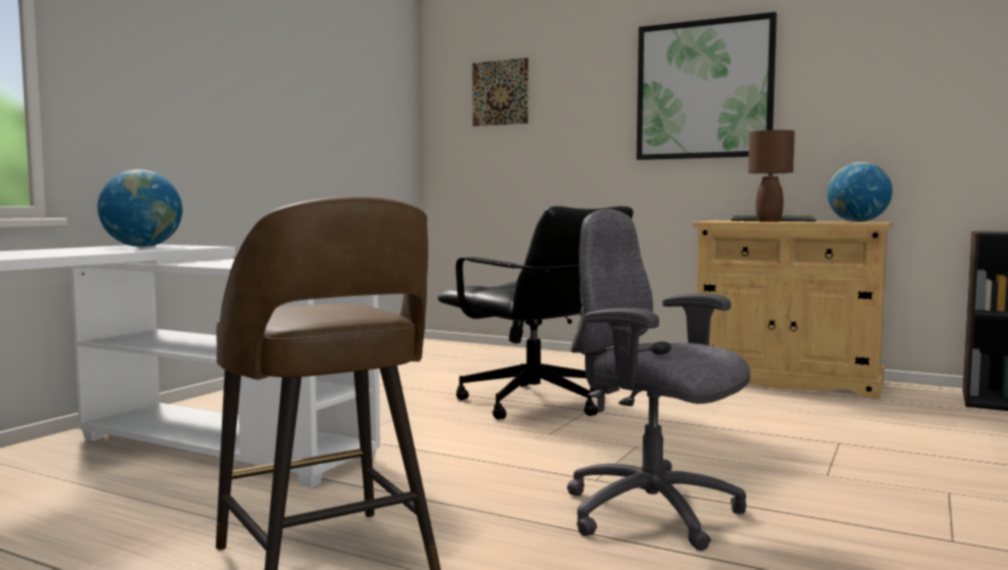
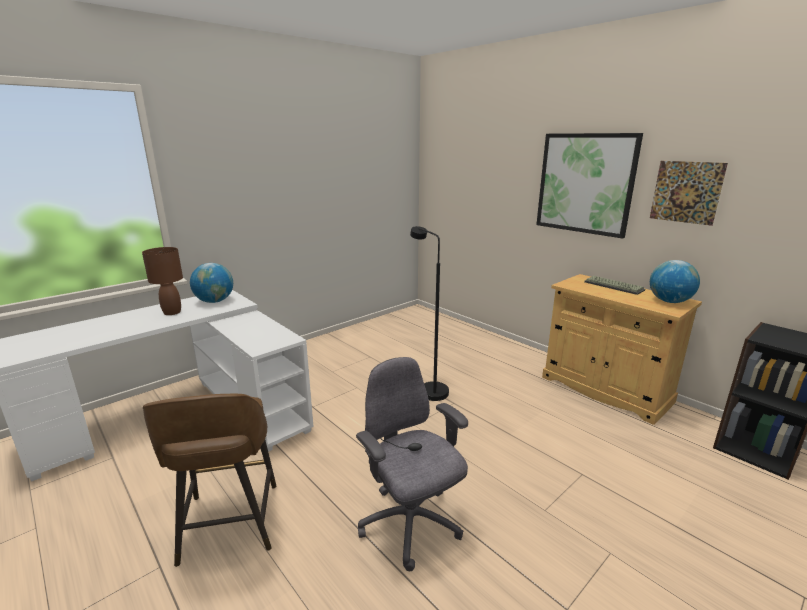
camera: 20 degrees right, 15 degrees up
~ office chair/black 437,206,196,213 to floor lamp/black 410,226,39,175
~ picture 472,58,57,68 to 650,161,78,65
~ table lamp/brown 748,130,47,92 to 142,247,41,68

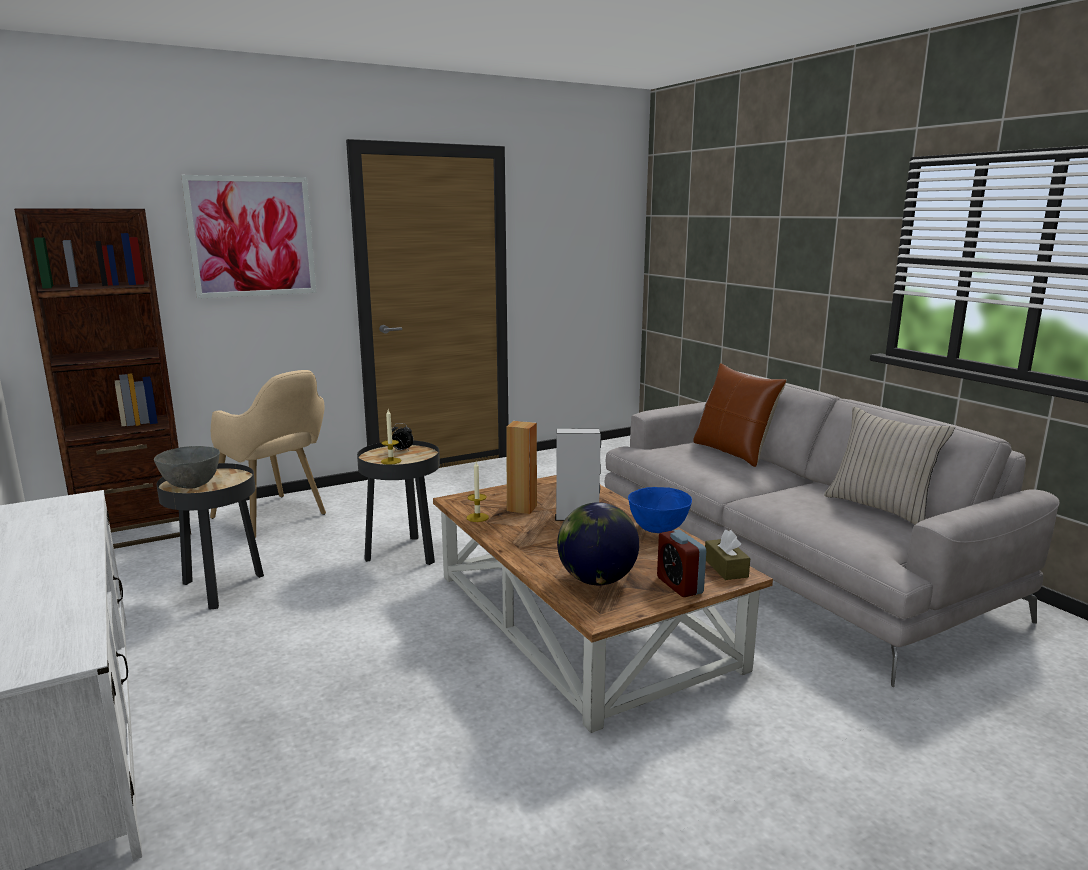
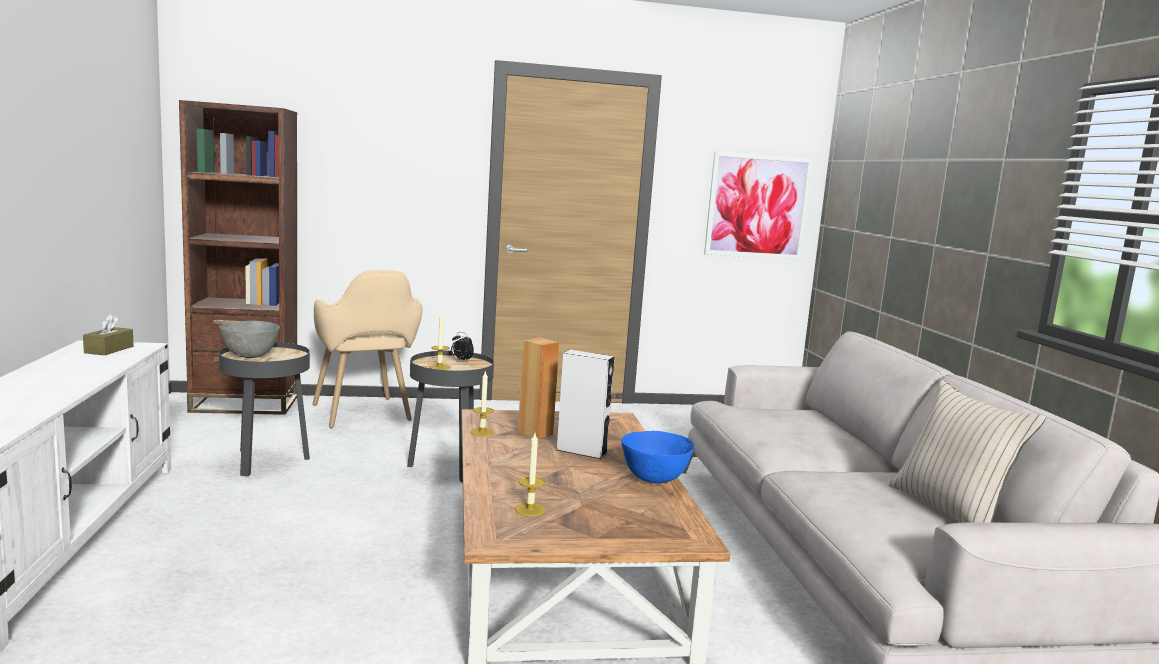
camera: 20 degrees right, 5 degrees down
~ picture 181,175,135,124 to 704,151,109,109
~ globe 557,502,82,83 to candle 515,433,31,83
- alarm clock 657,530,49,67
- pillow/brown 693,363,93,104
~ tissue box/brown 705,530,45,50 to 83,314,51,41

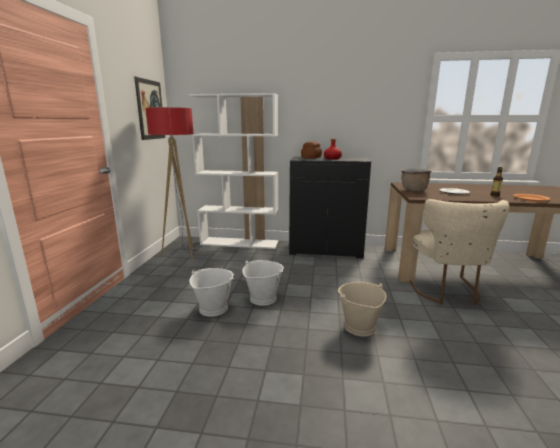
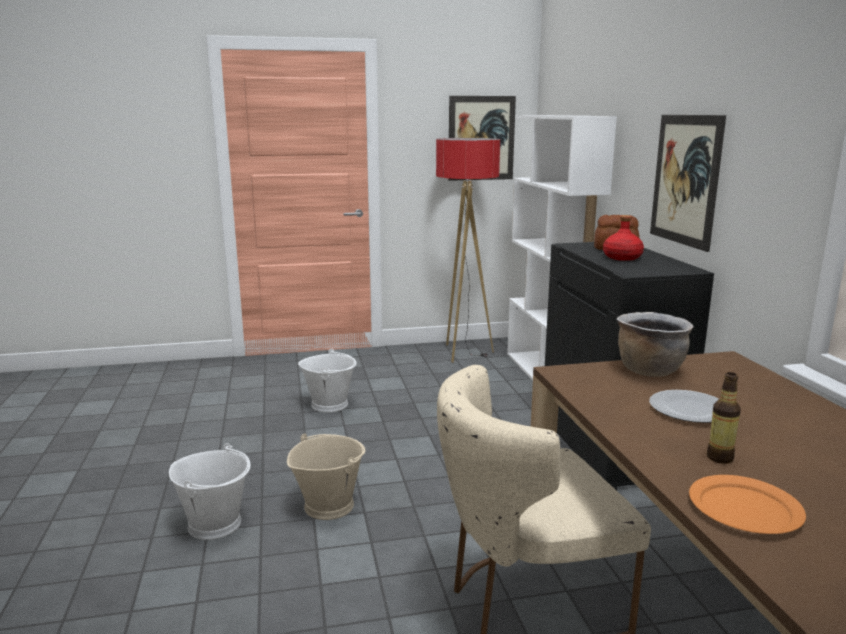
camera: 70 degrees right, 0 degrees up
~ bucket/white 242,260,42,46 to 169,443,81,97
+ picture 650,115,76,137

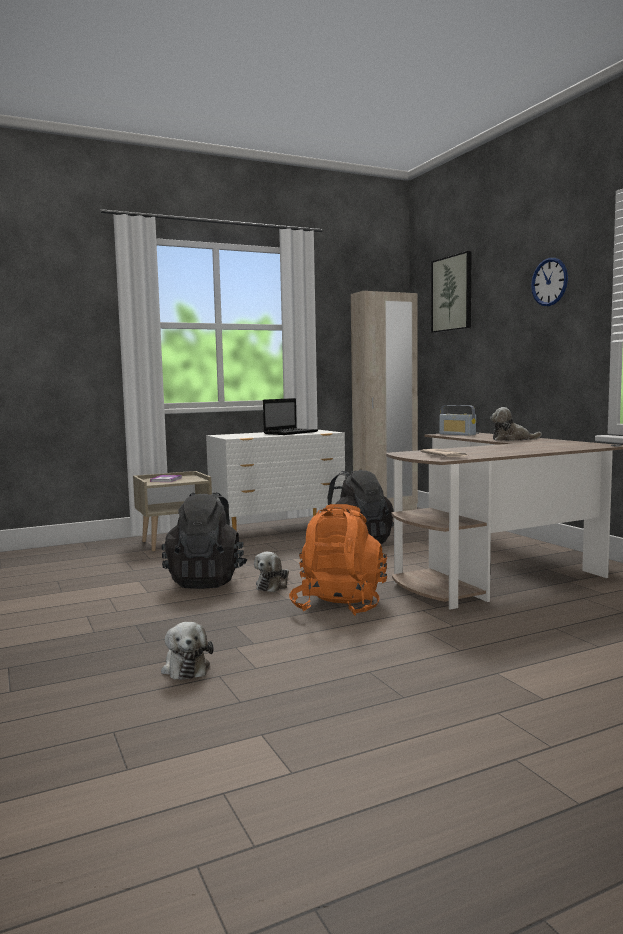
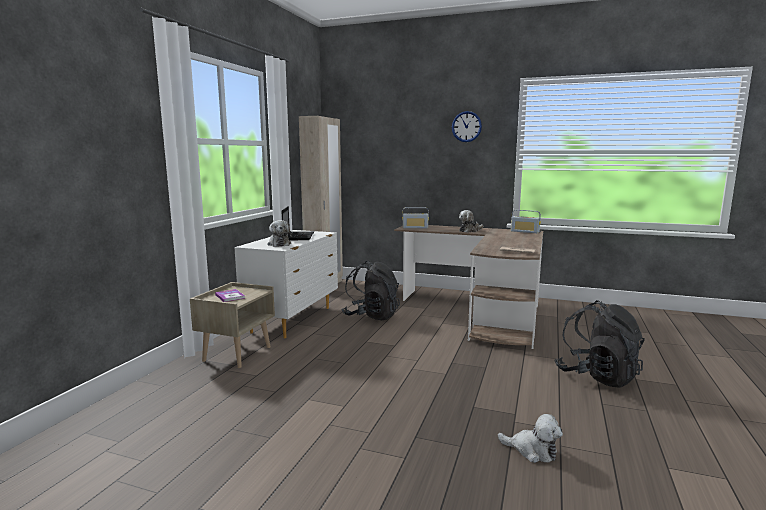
camera: 45 degrees left, 5 degrees up
~ backpack/black 161,492,86,97 to 555,300,90,88
~ plush toy 254,552,35,40 to 267,220,26,27
- backpack/orange 289,504,98,112
- picture 431,251,41,82
+ radio 511,210,30,23

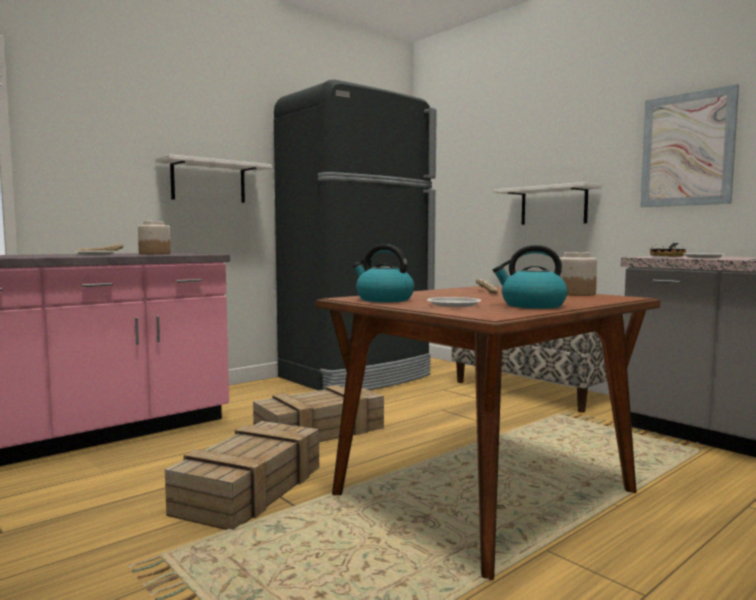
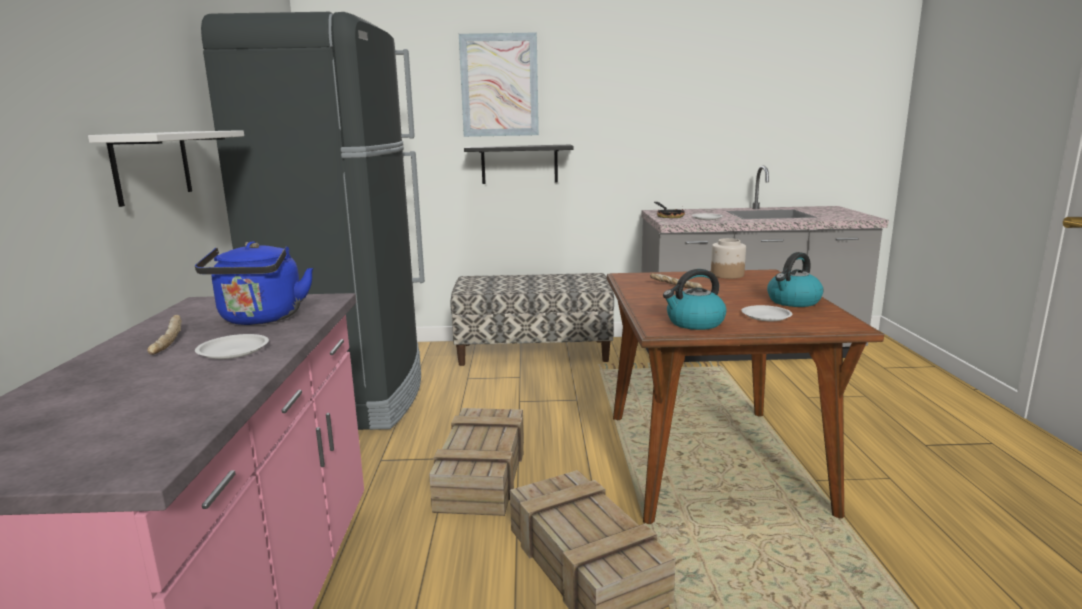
camera: 50 degrees left, 10 degrees up
~ jar 138,221,33,34 to kettle/blue 195,241,118,84
~ shelf/white 493,182,109,43 to shelf/black 464,145,110,39
~ picture 640,84,99,123 to 459,32,80,105

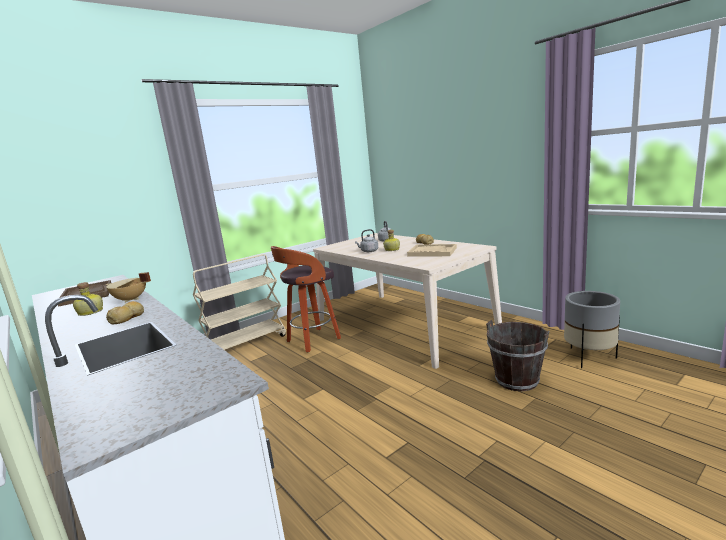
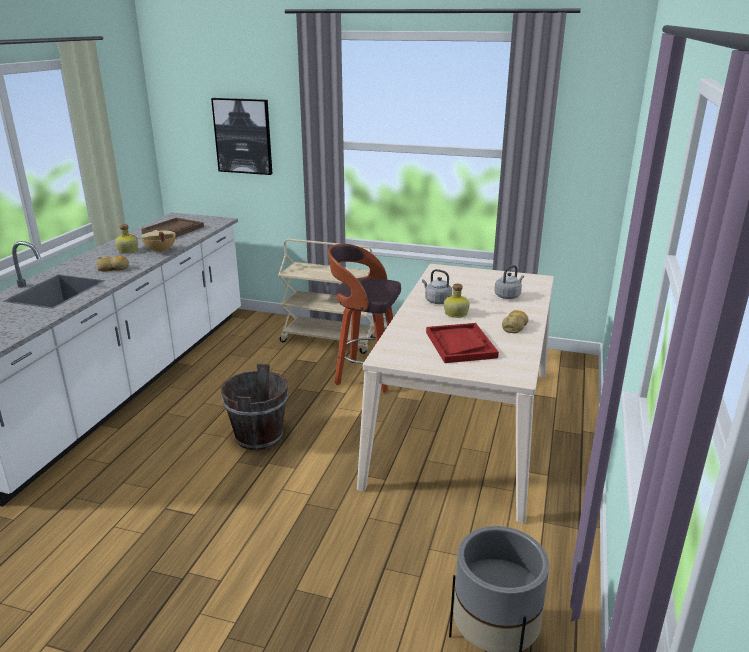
camera: 55 degrees right, 10 degrees up
~ tray/beige 407,244,50,12 to tray/red 426,323,73,40
~ bucket/brown 486,320,63,71 to 221,364,67,86
+ picture 211,98,61,77

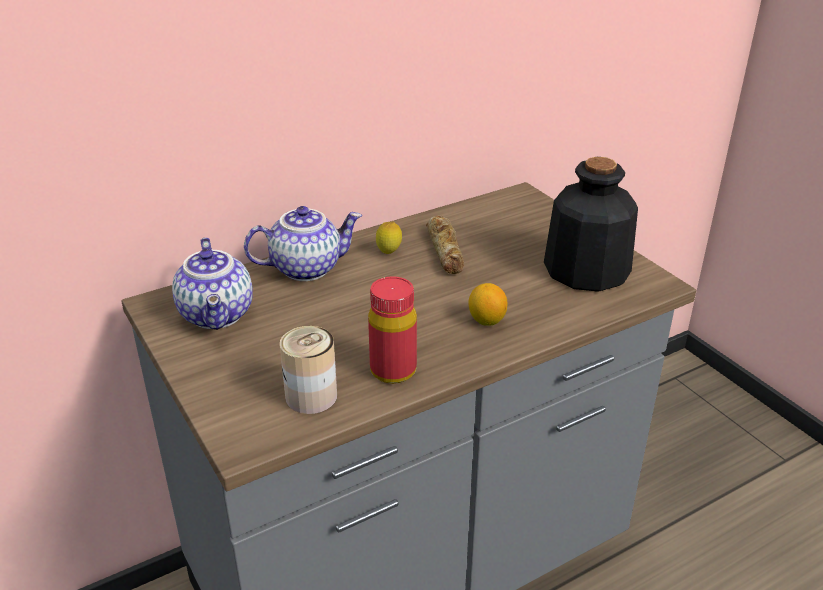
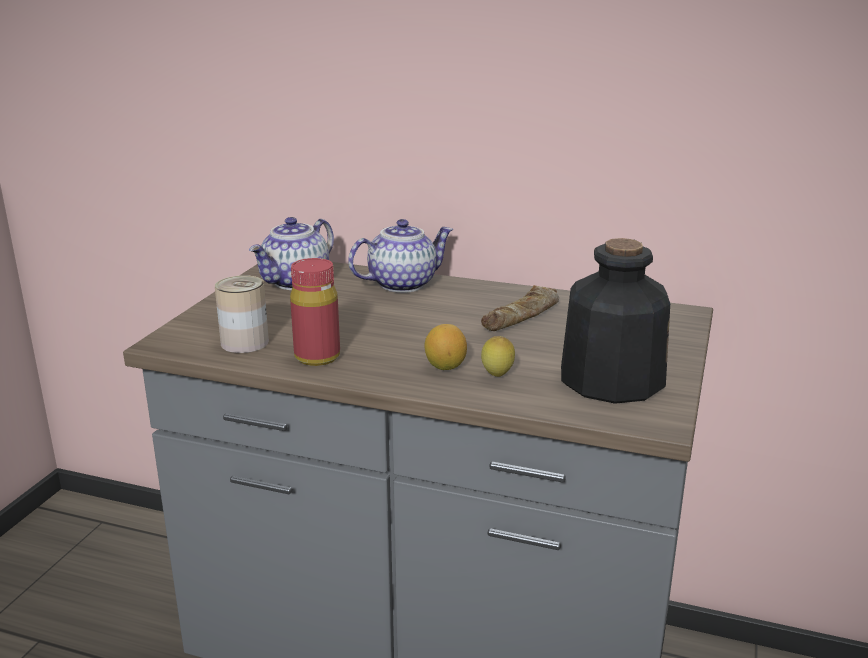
camera: 50 degrees right, 10 degrees down
~ teapot 244,206,118,75 = 348,219,106,74 60 degrees counterclockwise
~ lemon 376,221,26,33 to 481,336,34,41

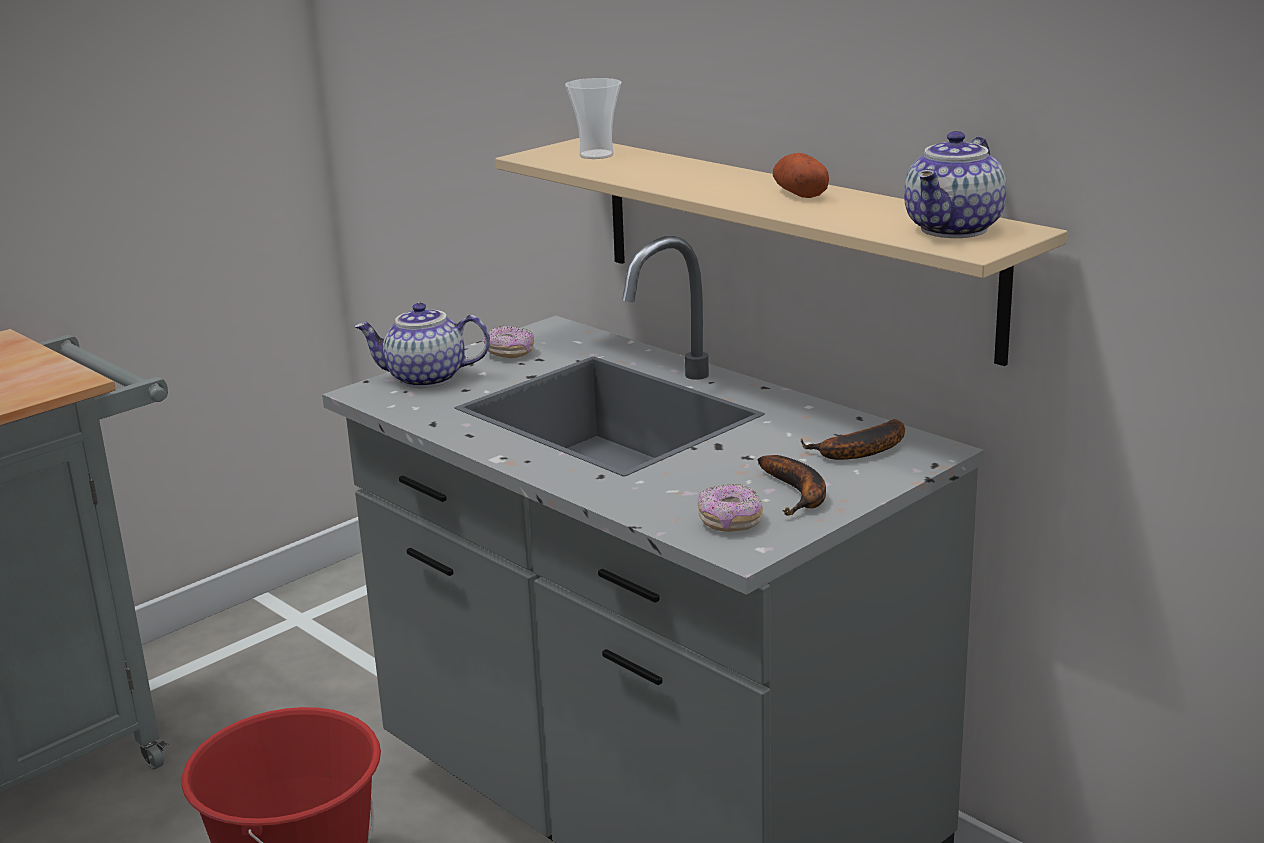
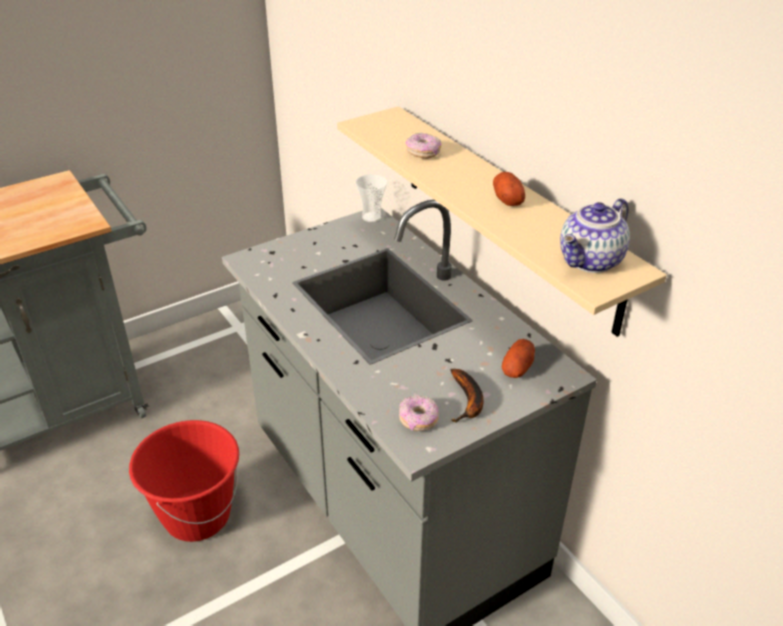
camera: 10 degrees right, 15 degrees up
- teapot 354,303,136,85
~ donut 483,326,51,32 to 405,132,36,27
~ cup 565,78,56,81 to 355,175,32,47
~ banana 800,419,105,41 to potato 502,339,33,39

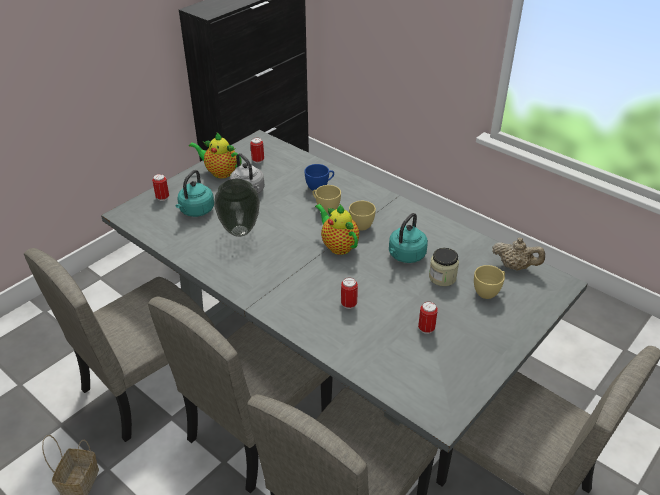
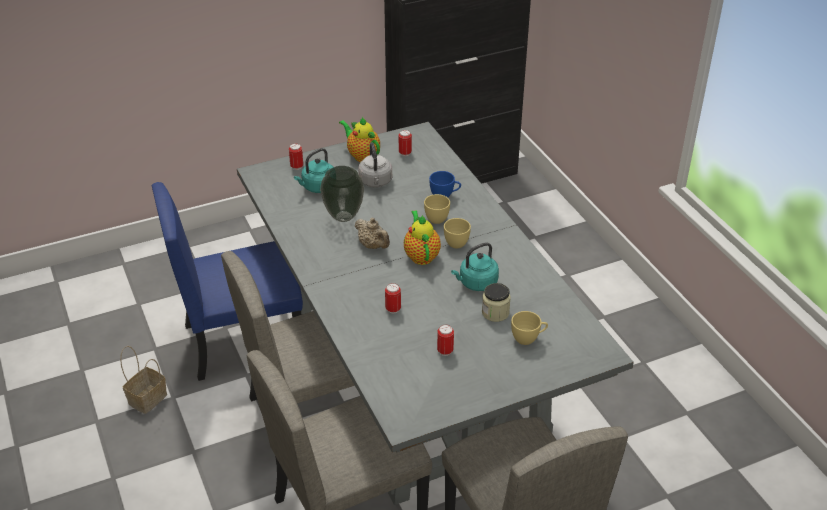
camera: 25 degrees right, 0 degrees up
~ chair/beige 24,248,191,194 to chair/blue 152,182,151,199
~ teapot/beige 492,238,53,32 to 355,218,35,31

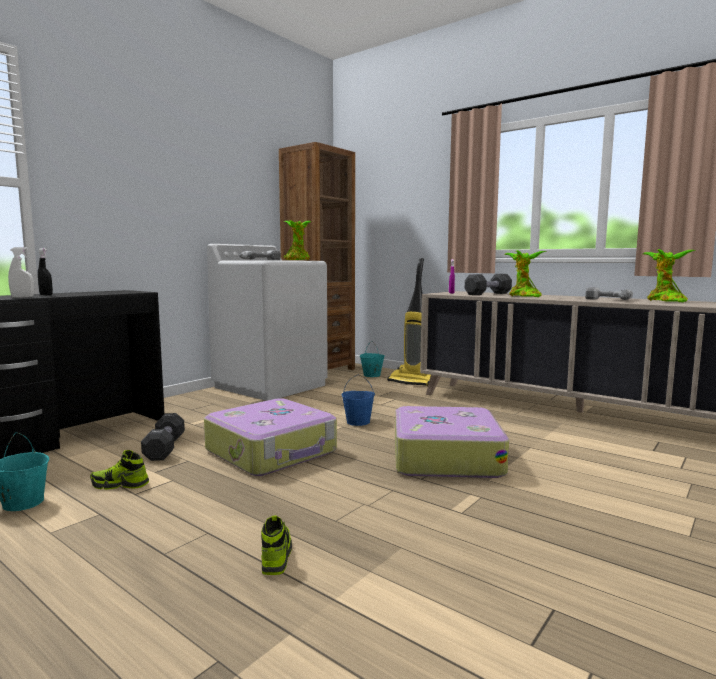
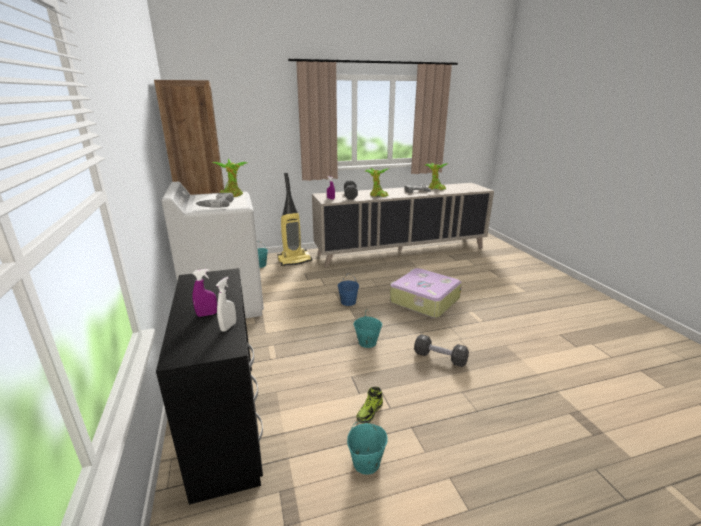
camera: 55 degrees left, 15 degrees up
~ spray bottle/black 38,248,15,47 to spray bottle/purple 192,269,25,48
~ dumbbell/black 141,413,44,48 to 414,334,55,33
~ suitcase 204,398,133,78 to bucket/turquoise 353,310,29,38
- shoe 261,515,31,60

